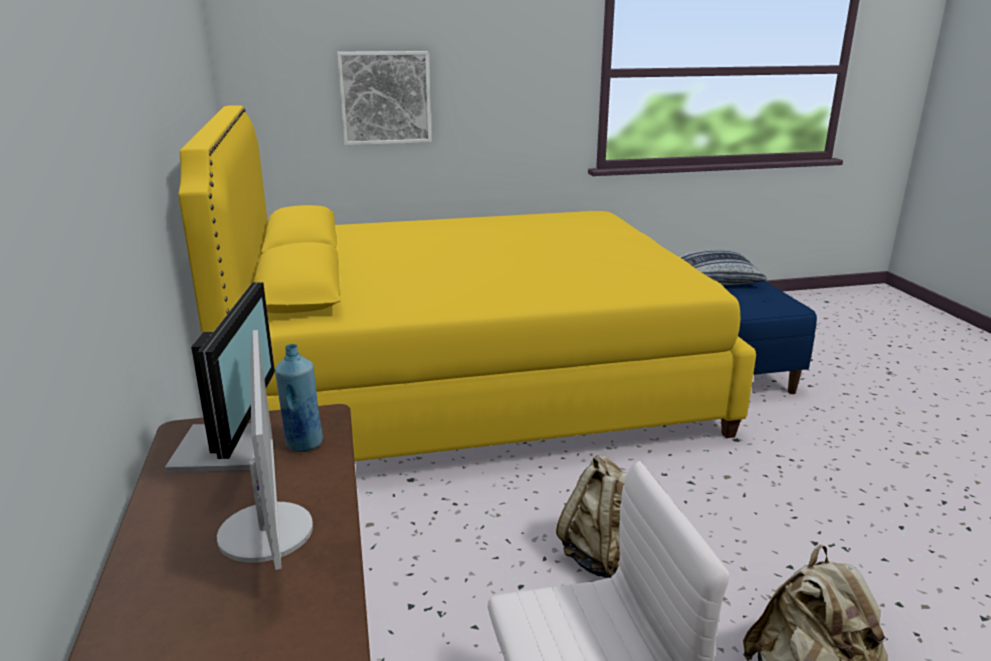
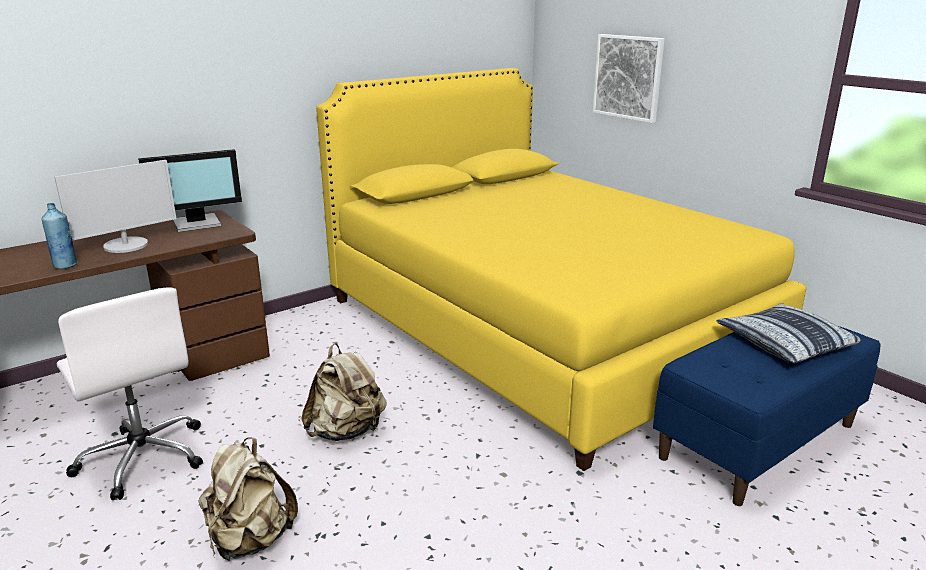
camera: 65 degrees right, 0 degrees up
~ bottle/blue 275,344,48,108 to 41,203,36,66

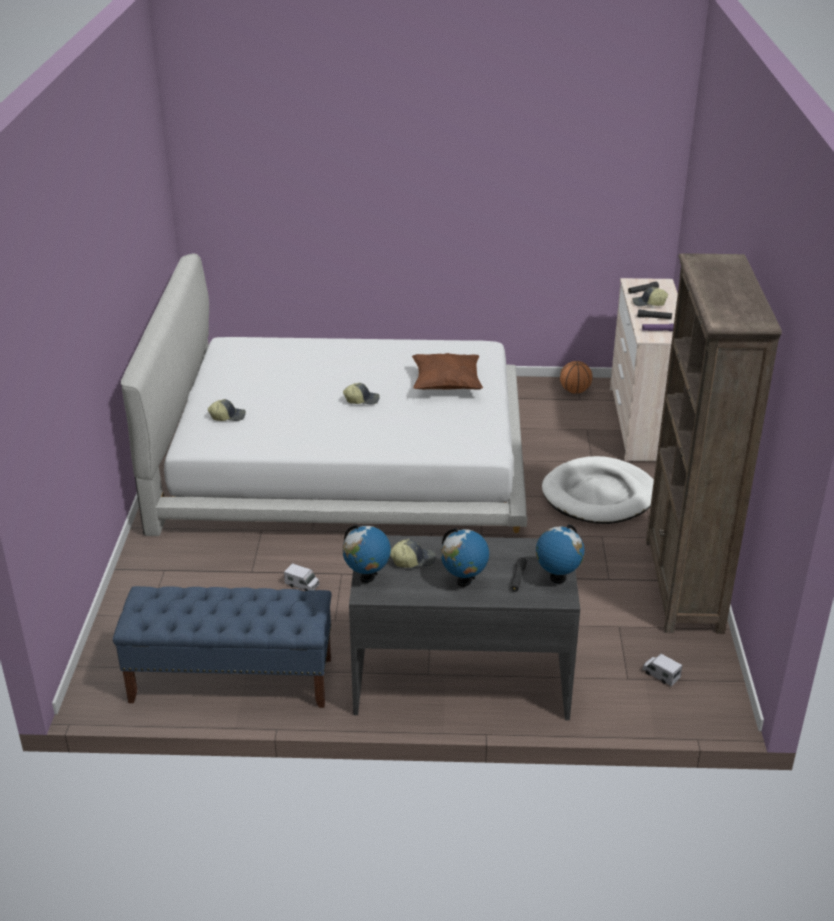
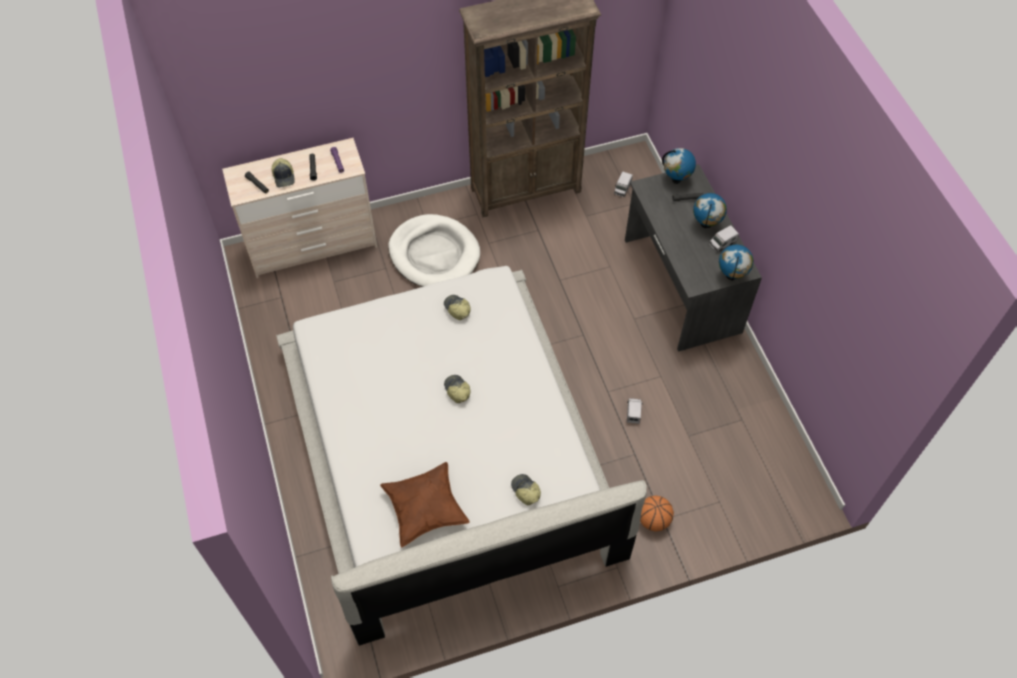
camera: 110 degrees left, 25 degrees up
- bench/blue 113,586,219,122
~ cap 390,539,46,29 to 444,295,27,25
~ pillow/brown 412,353,71,36 to 380,462,90,85
~ basketball 560,361,32,33 to 640,495,34,37
+ toy truck 709,225,30,27

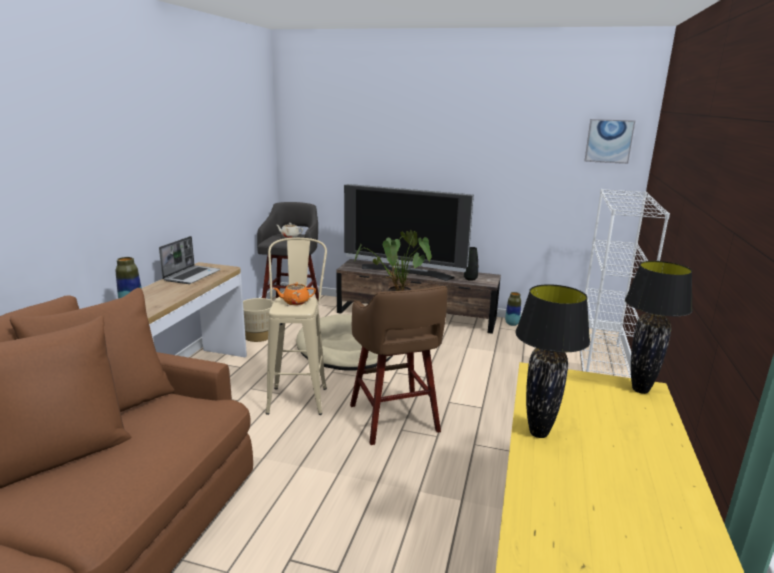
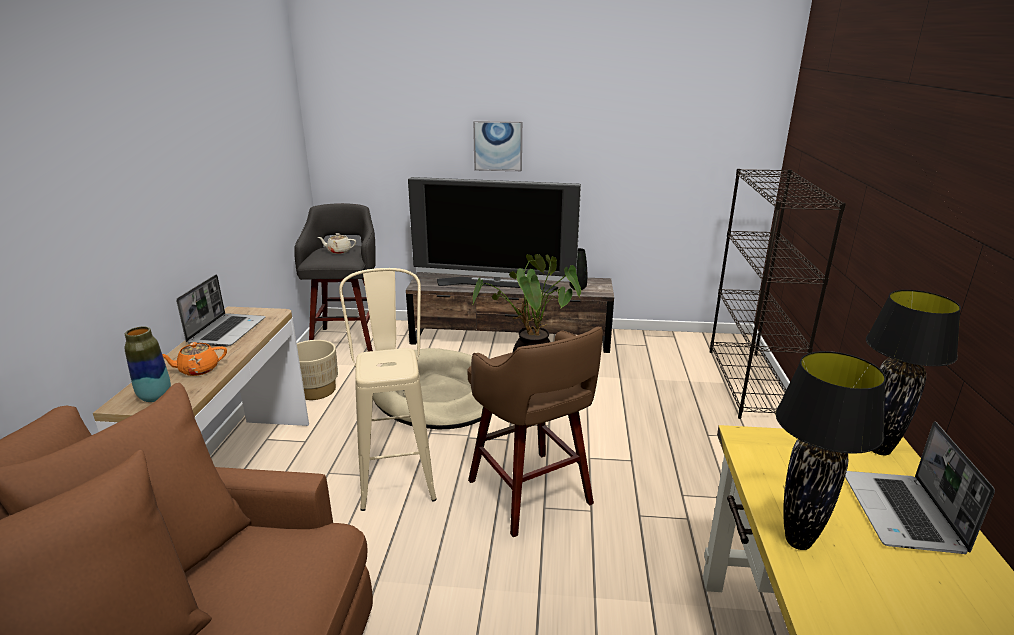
camera: 10 degrees left, 5 degrees up
~ teapot/orange 273,282,43,23 to 162,342,65,34
- vase 505,292,16,34
~ bookcase/white 580,189,90,189 to bookcase/black 710,169,136,250
~ picture 584,119,51,45 to 473,121,49,50
+ laptop 845,421,150,133

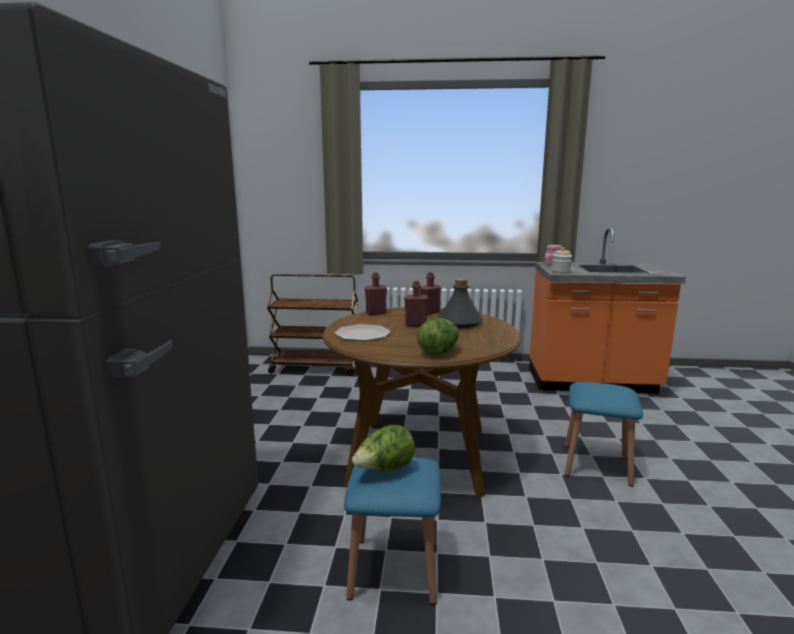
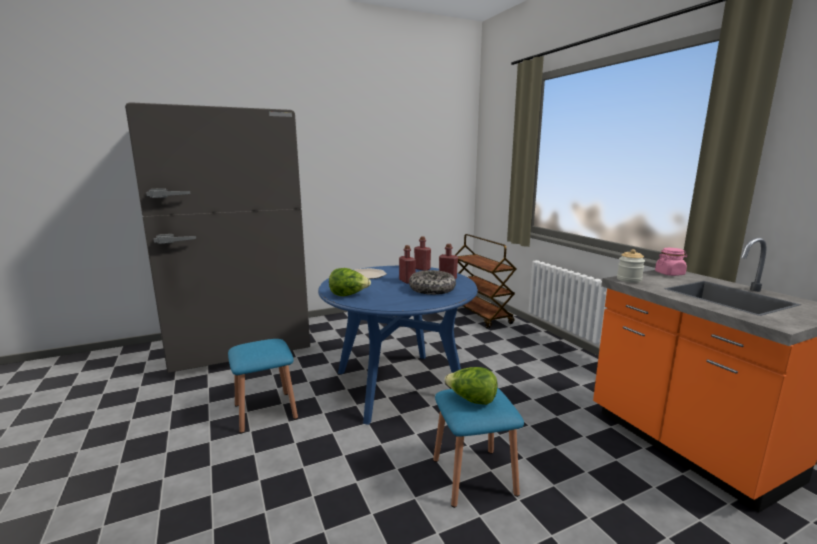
camera: 60 degrees right, 0 degrees up
~ dining table/brown 323,307,198,190 to dining table/blue 318,266,160,159
~ lettuce 352,425,63,46 to 444,367,54,38
~ bottle/grey 437,278,46,50 to bowl 409,270,47,25

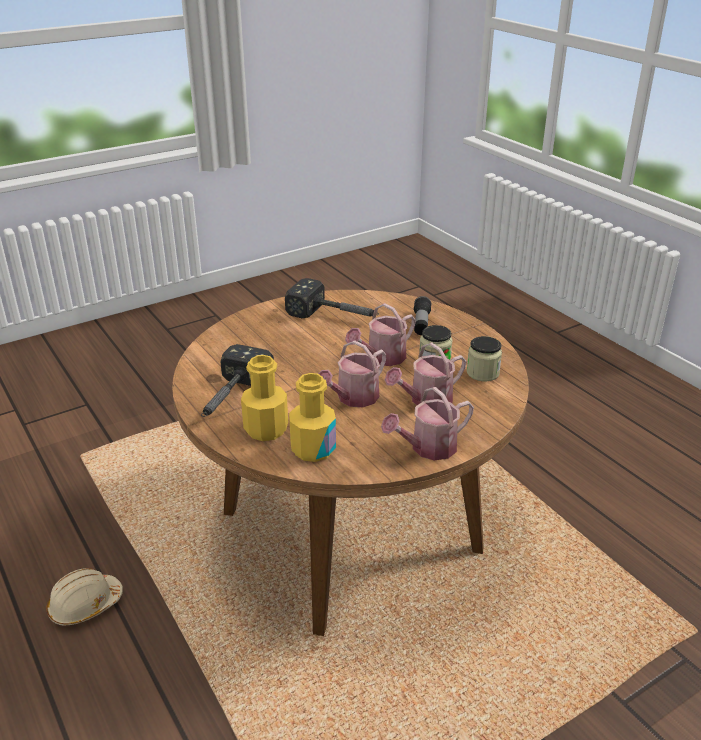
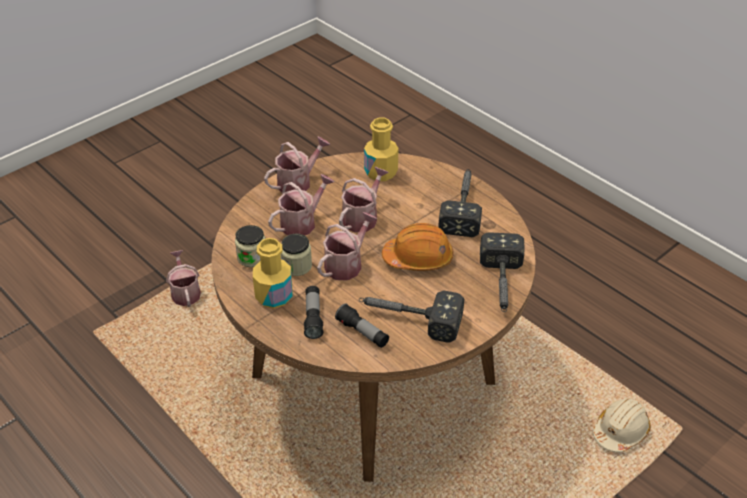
camera: 170 degrees right, 10 degrees up
~ hard hat/beige 46,568,77,57 to 593,398,58,55
~ bottle/yellow 241,355,47,86 to 253,238,40,70
+ watering can 166,250,35,57
+ flashlight 335,303,54,45
+ hard hat/orange 382,223,71,48
+ hammer 480,232,45,80

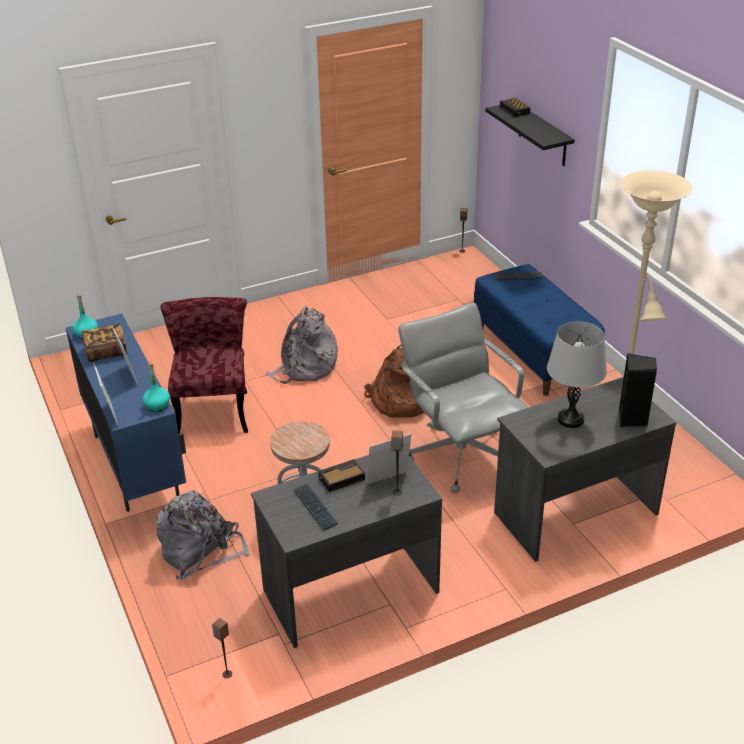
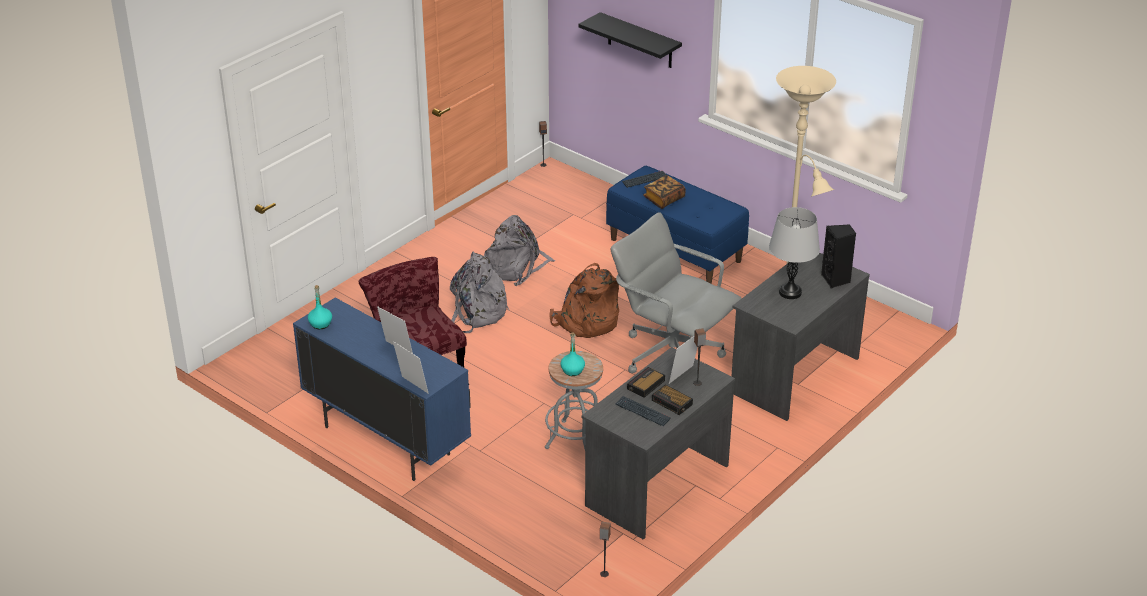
camera: 25 degrees left, 0 degrees up
~ book 82,324,45,38 to 643,175,43,34
~ bottle/turquoise 143,363,27,49 to 560,332,25,44
~ backpack/grey 156,490,94,89 to 484,215,71,71
~ alarm clock 500,98,30,19 to 652,384,41,31

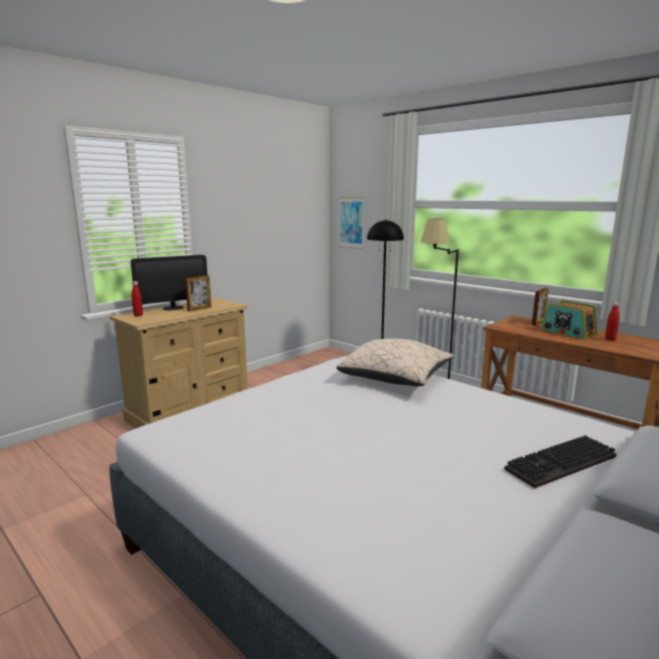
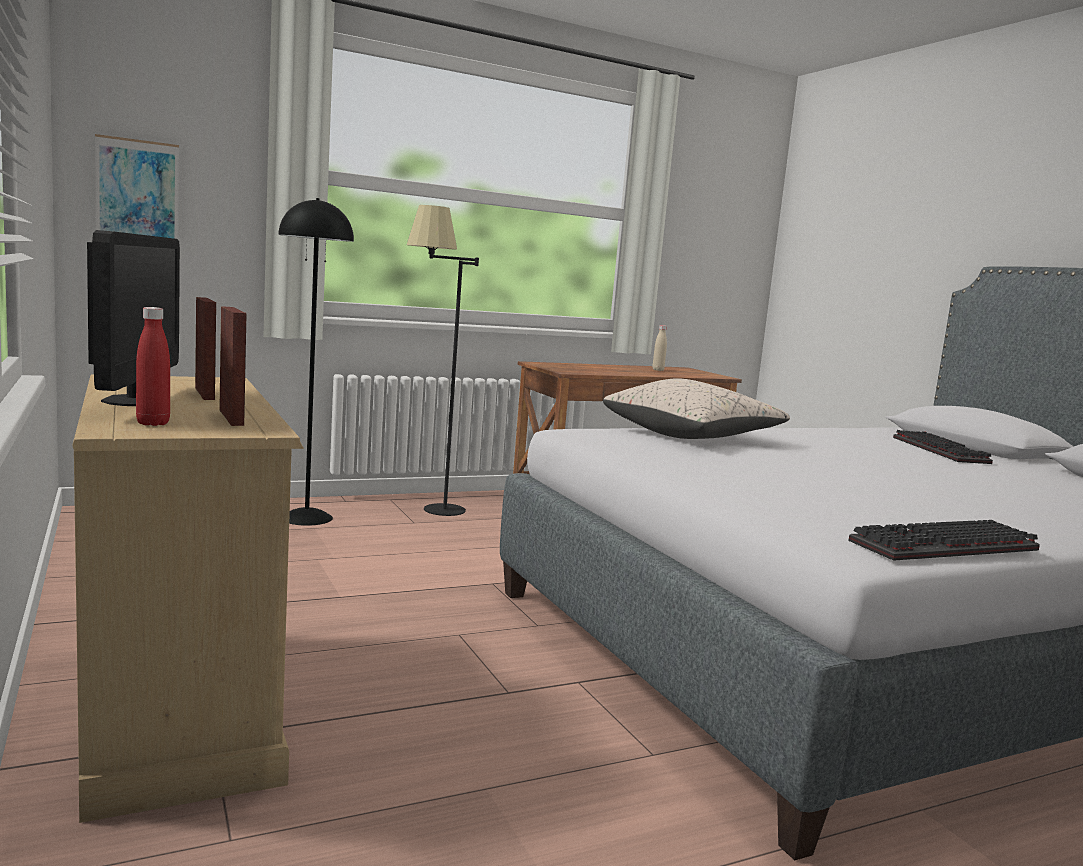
camera: 70 degrees left, 5 degrees down
~ picture frame 532,288,17,38 to 219,306,28,120
- radio 540,300,58,39
~ bottle/red 605,302,15,39 to bottle/beige 653,325,14,46
+ keyboard 848,520,192,41

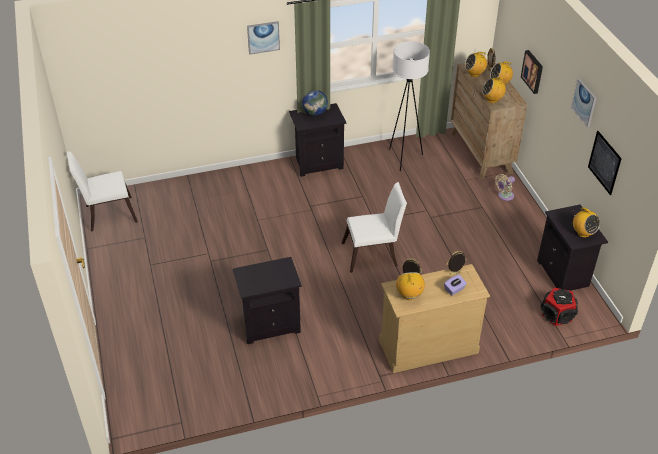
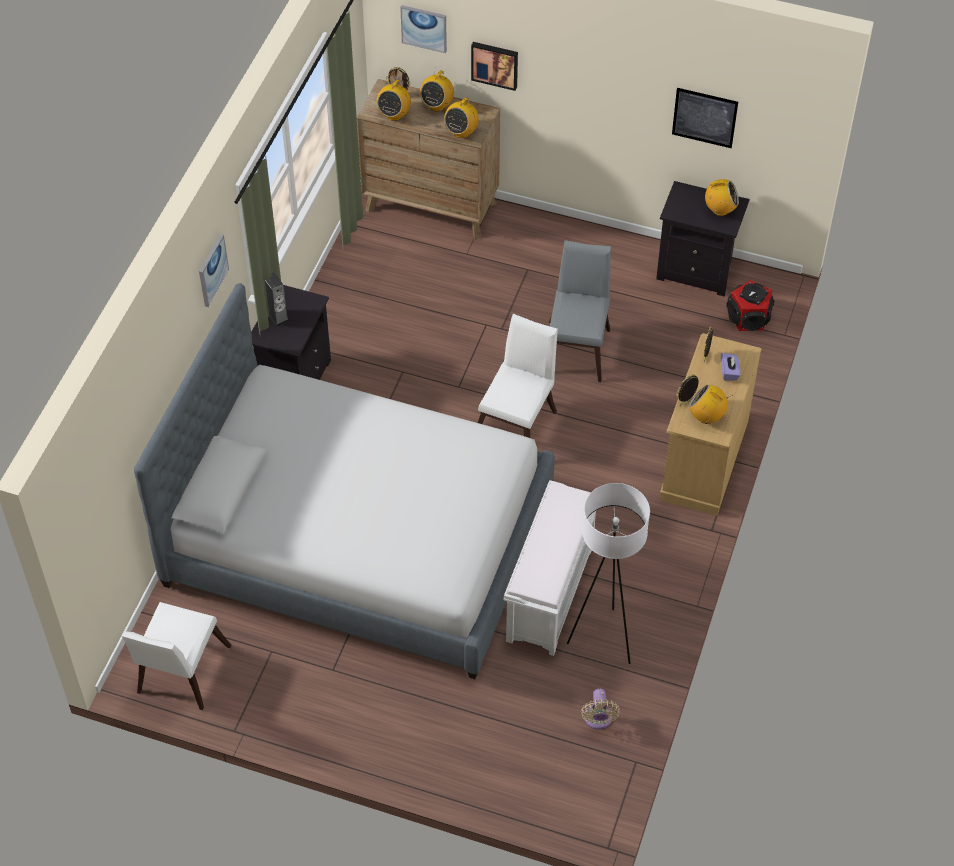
camera: 55 degrees left, 10 degrees up
~ nightstand/black 233,257,69,87 to bench/white 504,480,92,176
~ globe 302,90,26,26 to speaker 265,272,24,55
~ floor lamp/white 389,41,41,130 to 567,483,83,181
~ fan/beige 495,174,20,27 to 581,689,39,41
~ picture 571,79,25,48 to 400,5,47,48
+ bed 134,283,421,396
+ chair/grey 549,240,62,142

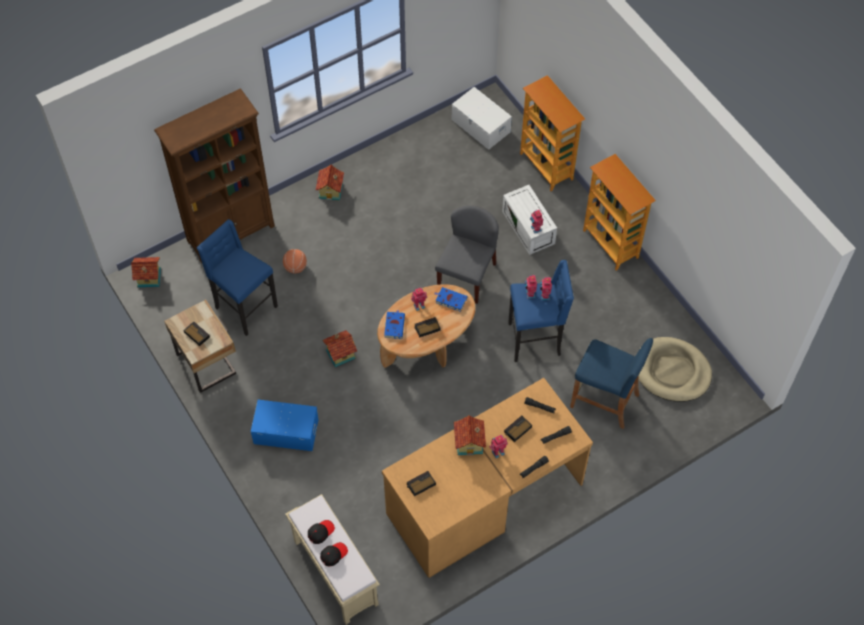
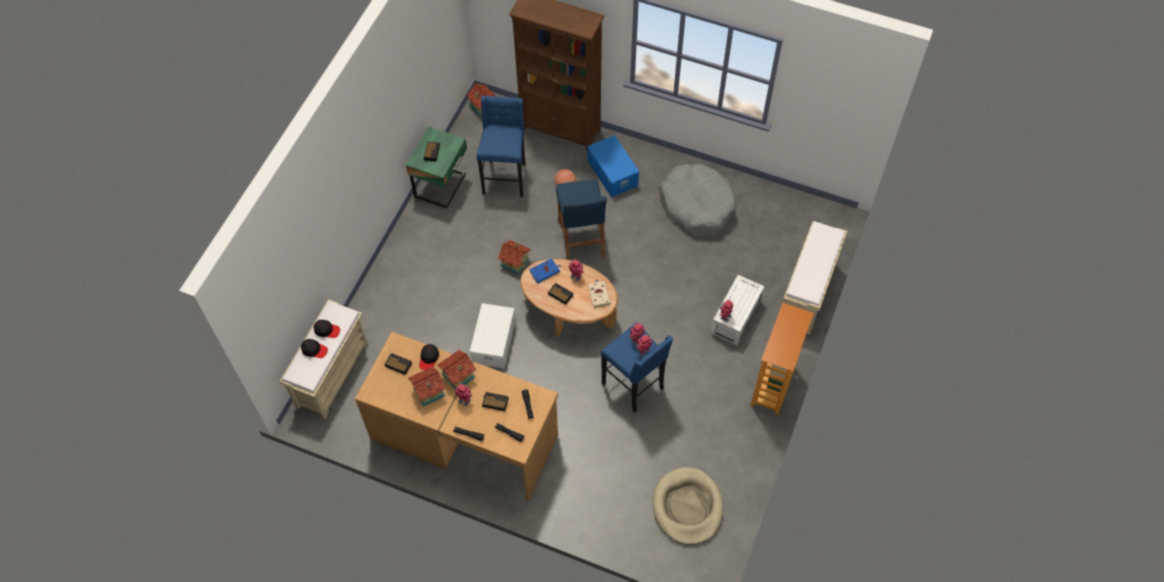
camera: 55 degrees right, 0 degrees up
~ nightstand/beige 164,299,72,94 to nightstand/green 406,126,61,82
~ storage box/blue 251,400,68,51 to 588,135,51,63
~ toy house 316,165,28,36 to 408,366,38,40
- chair/grey 435,205,64,99
~ book/blue 435,287,32,25 to book/beige 588,280,23,28
~ storage box/white 452,87,60,63 to 470,303,46,66
~ bookcase 520,75,65,116 to bench/beige 784,221,63,114
~ stool/blue 570,338,83,91 to 556,180,51,80
+ cap/black 419,344,20,26
+ dog bed/grey 659,164,77,73

